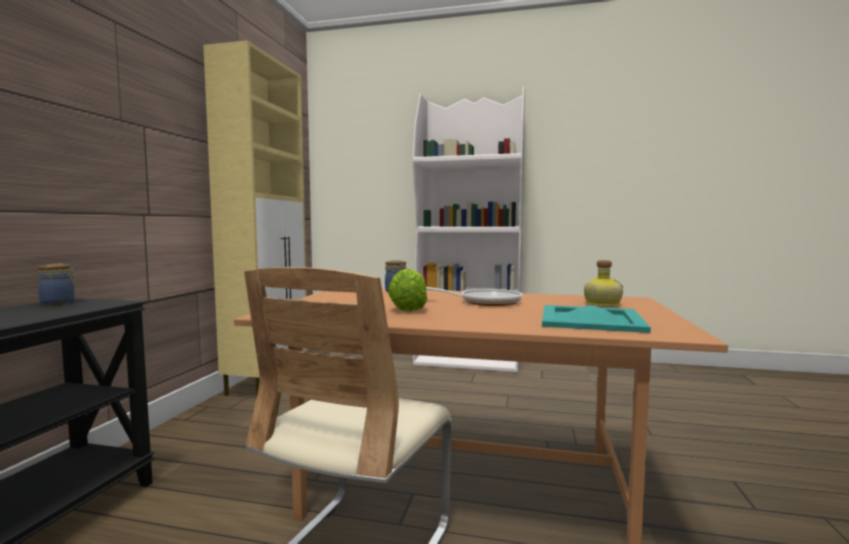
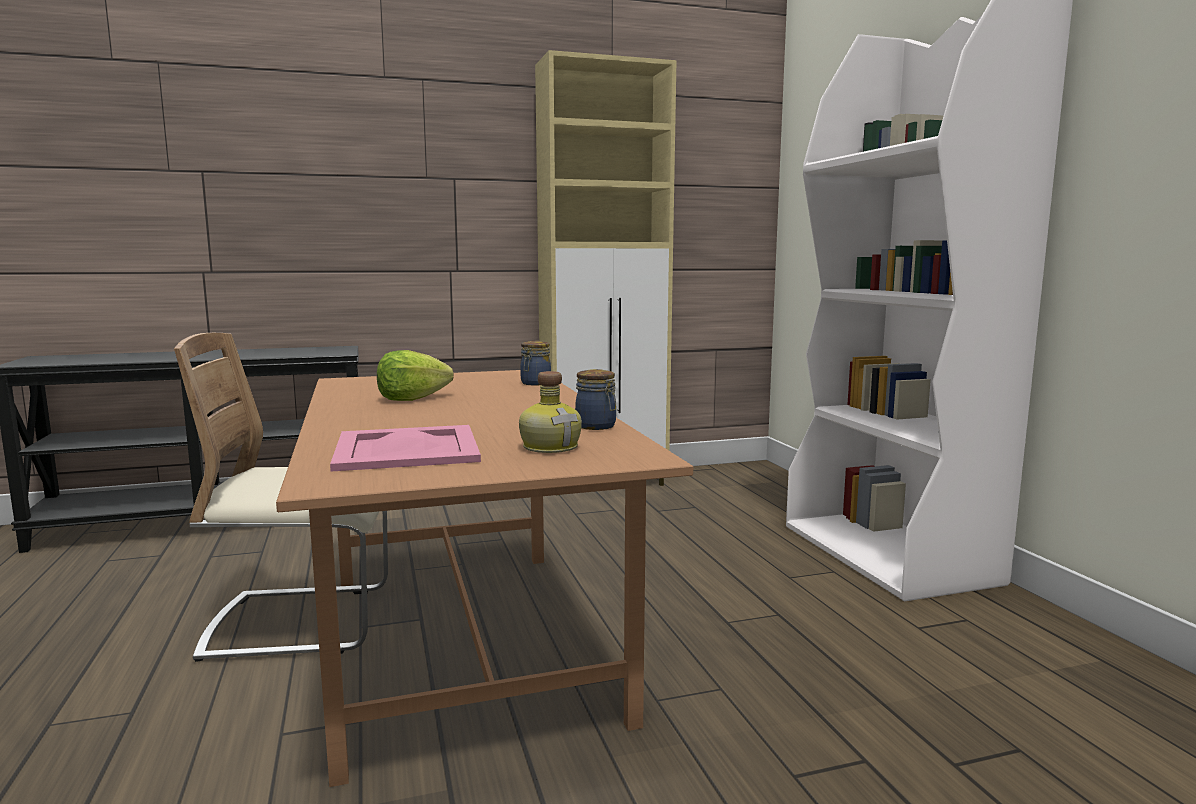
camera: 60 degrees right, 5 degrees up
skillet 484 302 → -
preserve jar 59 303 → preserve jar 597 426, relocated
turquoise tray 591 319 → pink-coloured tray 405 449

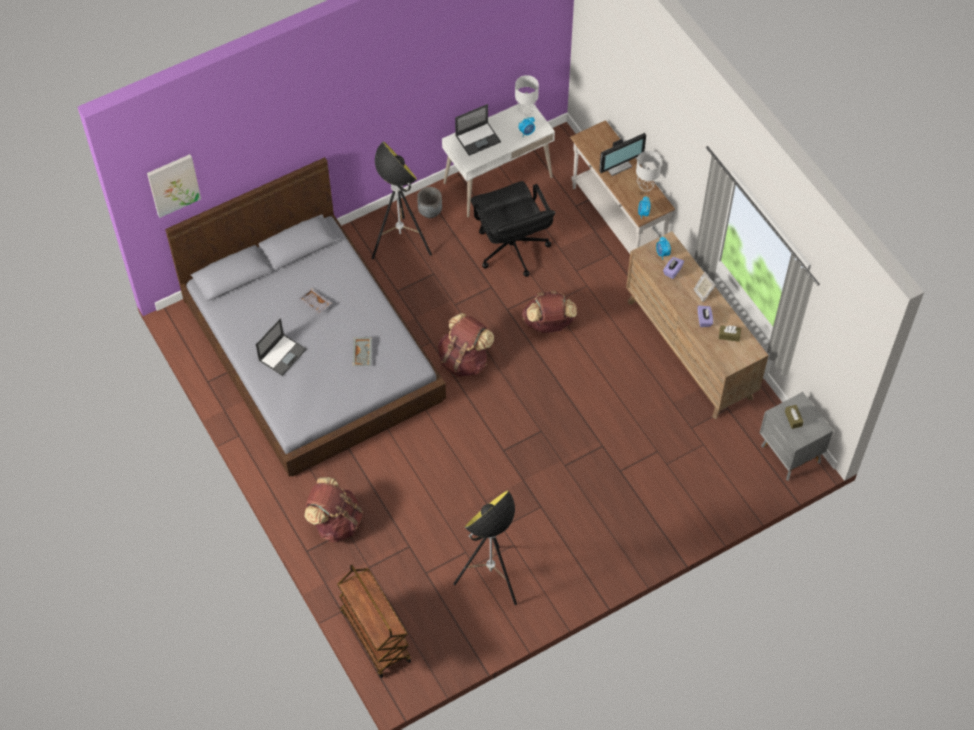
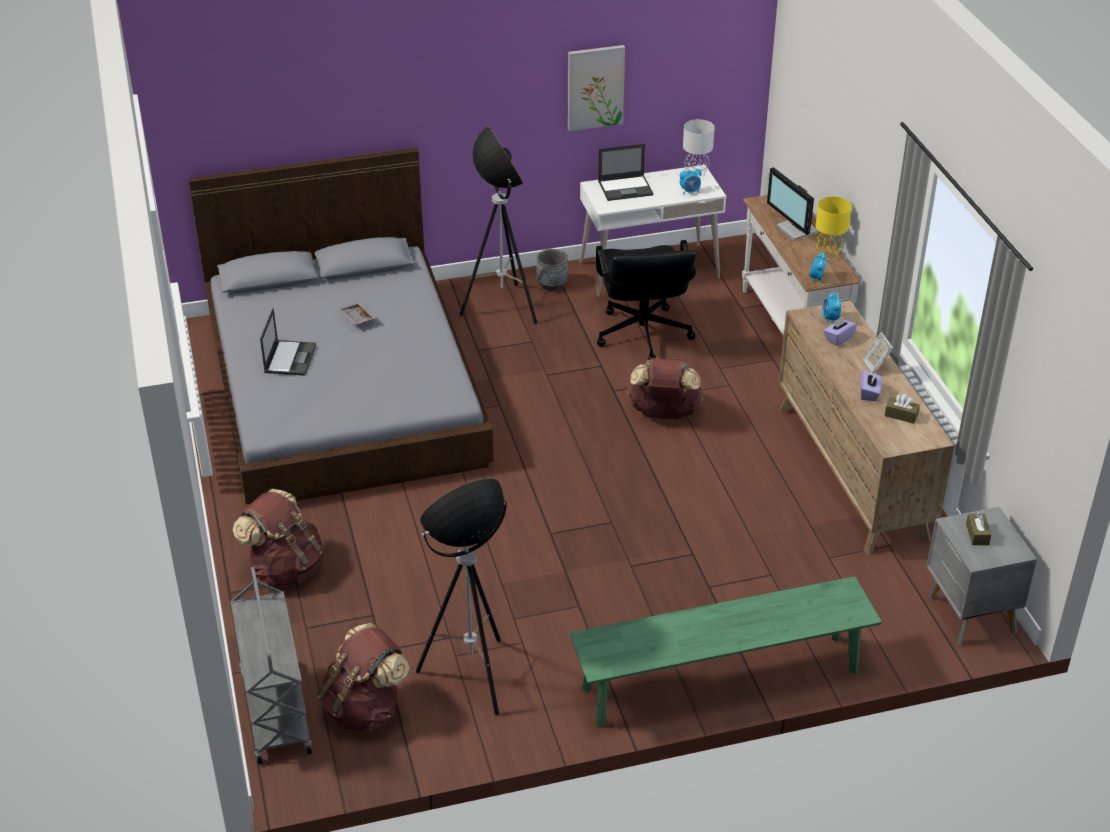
camera: 15 degrees right, 20 degrees down
gray tray 363 354 → -
- → green-coloured long seat 721 680
wall art 173 184 → wall art 595 87, relocated
brown-coloured knapsack 464 360 → brown-coloured knapsack 365 709, relocated
brown-coloured cart 375 636 → gray cart 275 710
gray tabletop lamp 646 187 → yellow tabletop lamp 828 255
portable computer 282 354 → portable computer 290 358, 45 degrees counterclockwise
monitor 617 164 → monitor 796 230, 75 degrees clockwise

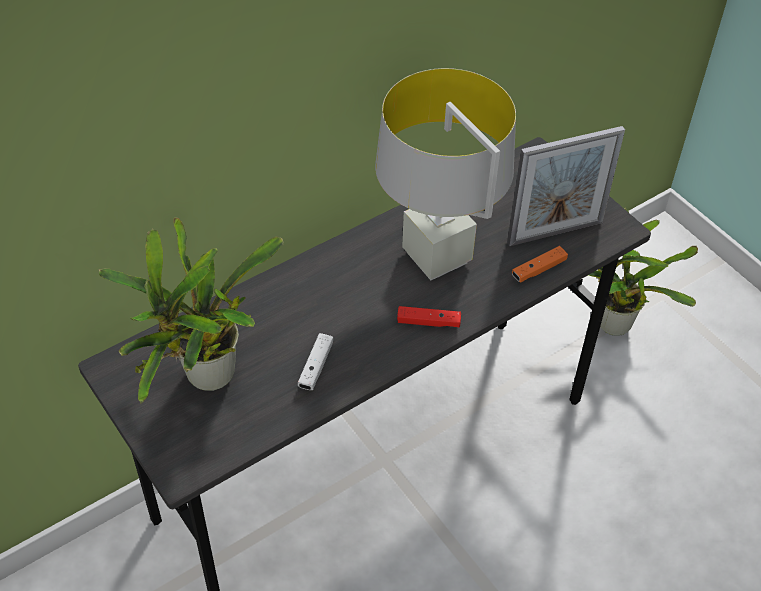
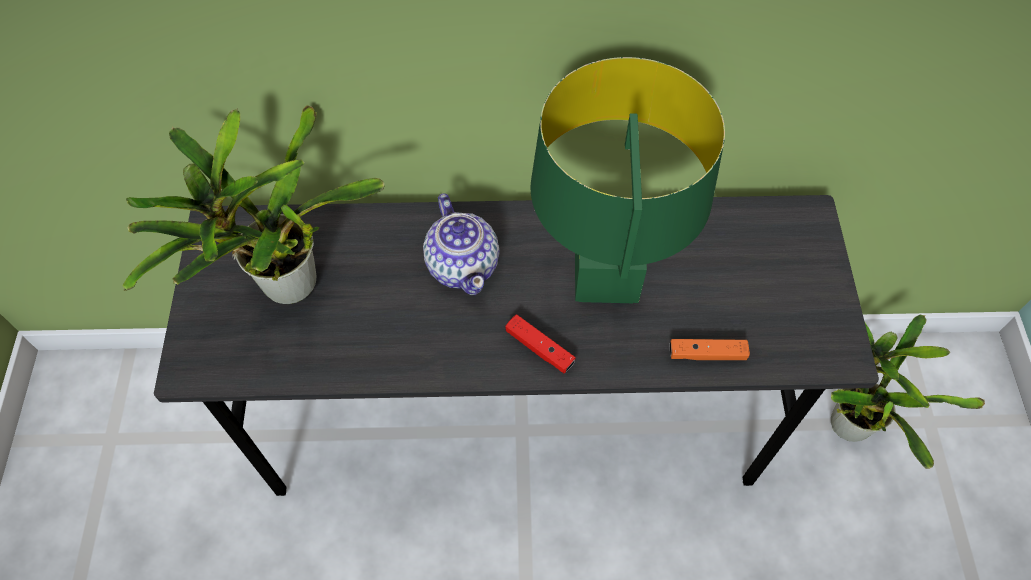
camera: 35 degrees right, 10 degrees up
white game controller 316 367 → -
picture frame 555 232 → -
- → tea pot 463 264
gray tabletop lamp 437 258 → green-coloured tabletop lamp 605 280

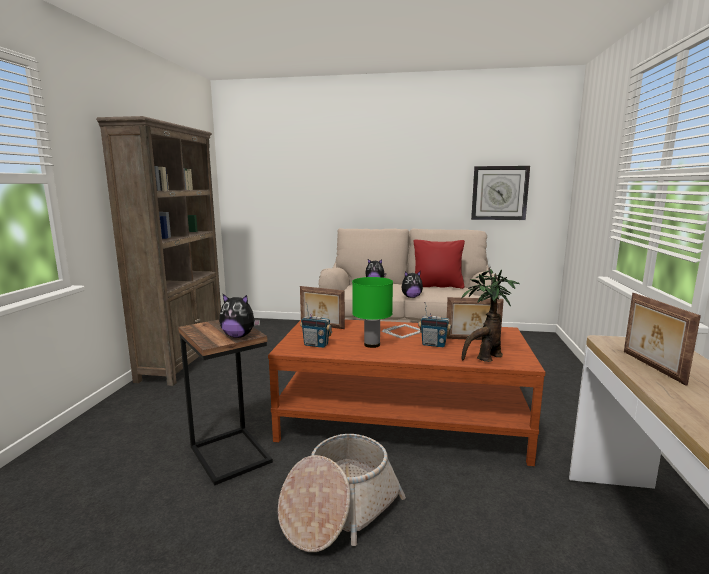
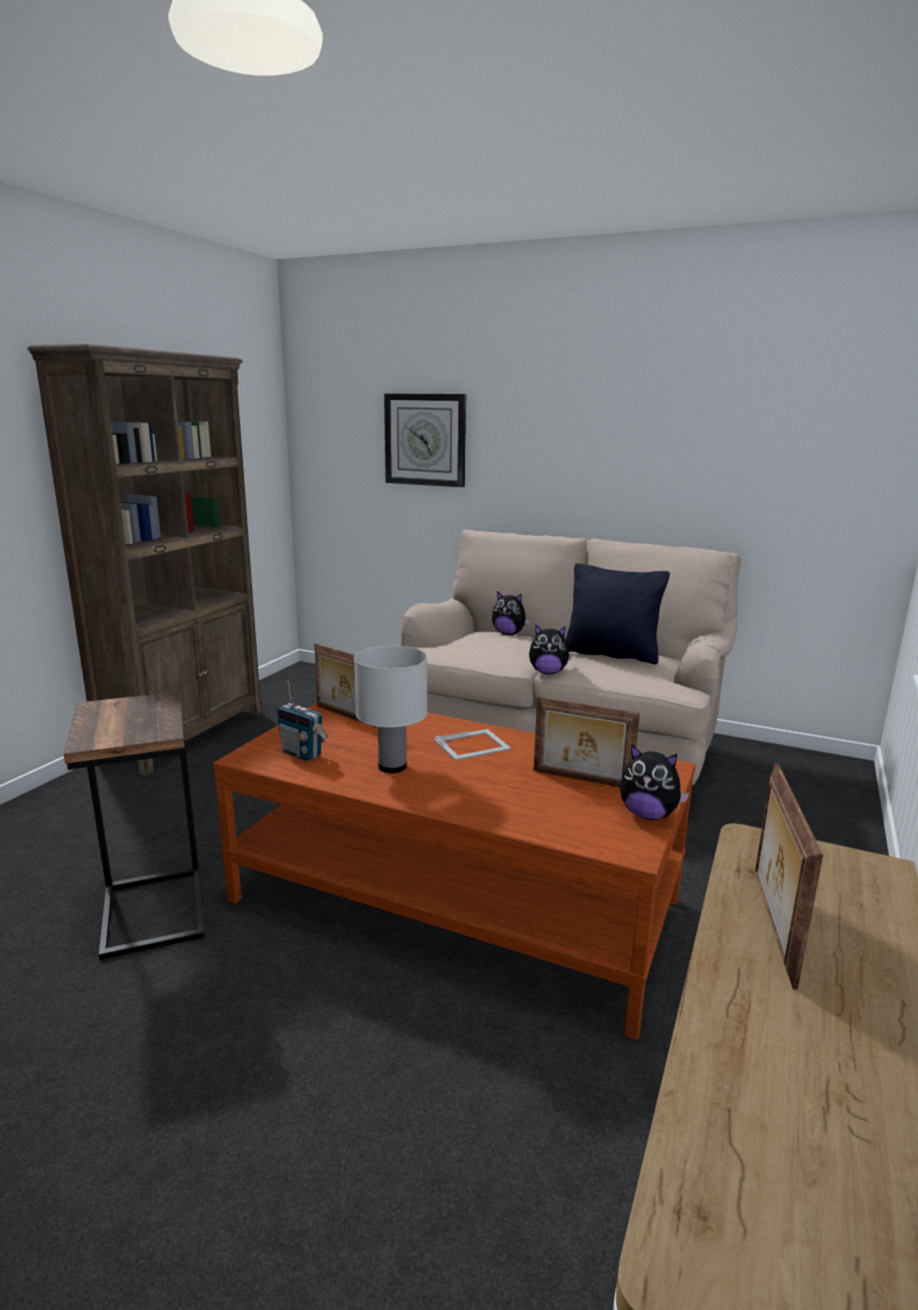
camera: 15 degrees right, 5 degrees up
household basket 339 510 → -
radio set 433 344 → -
potted plant 485 358 → -
soft toy 239 336 → soft toy 648 815, relocated
wall clock 499 193 → wall clock 425 440, relocated
green-coloured tabletop lamp 372 344 → white tabletop lamp 392 766
red-coloured throw pillow 437 286 → black throw pillow 611 654

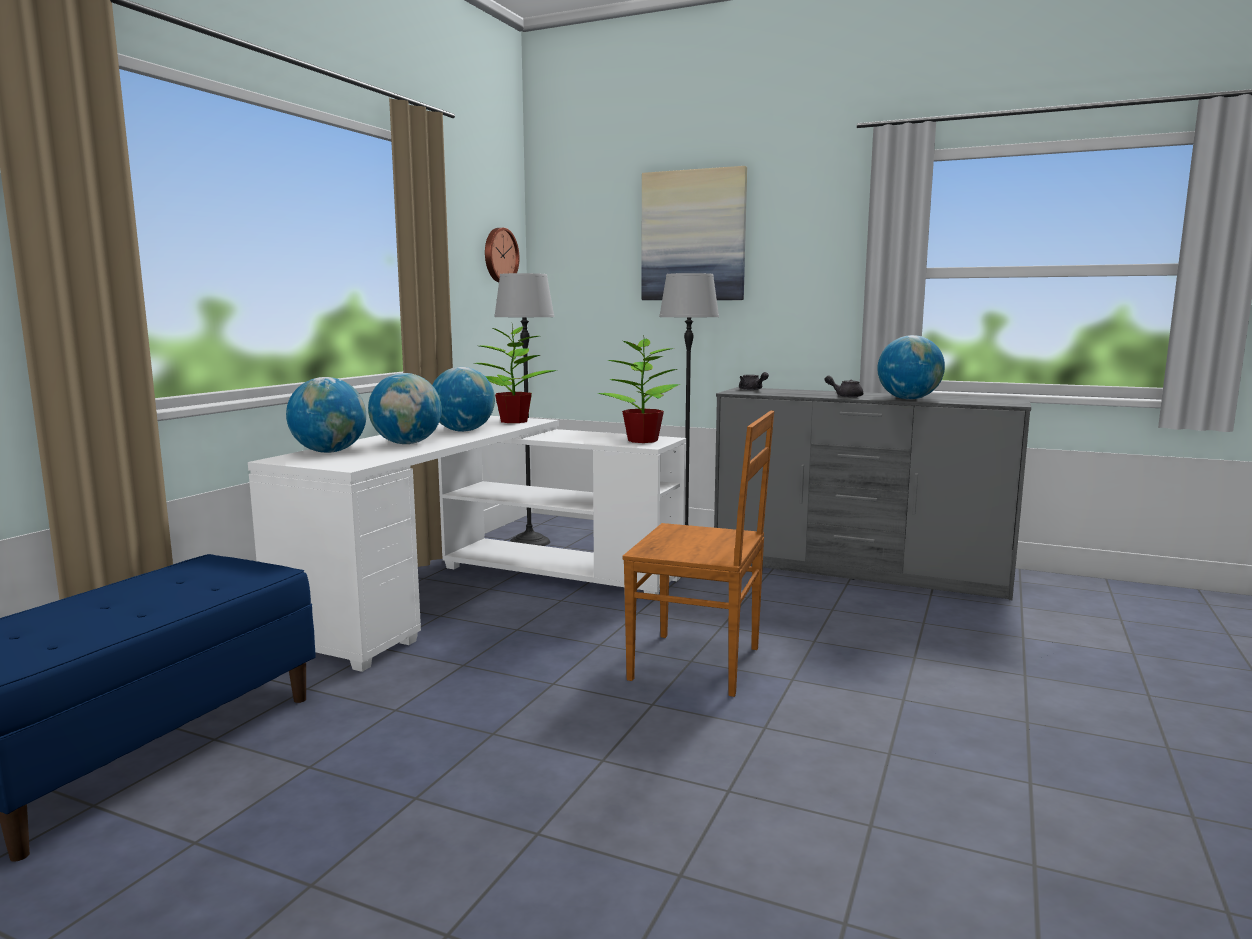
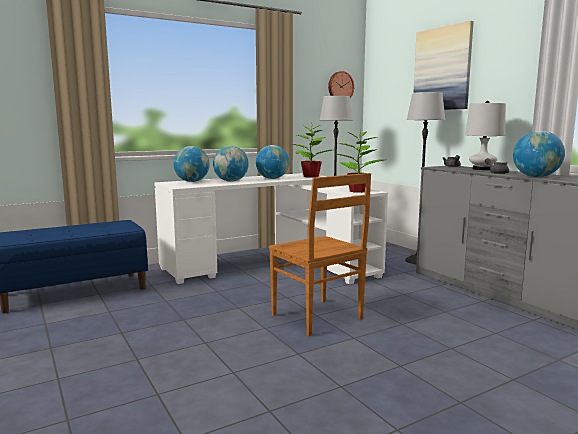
camera: 35 degrees right, 0 degrees up
- → white tabletop lamp 482 169

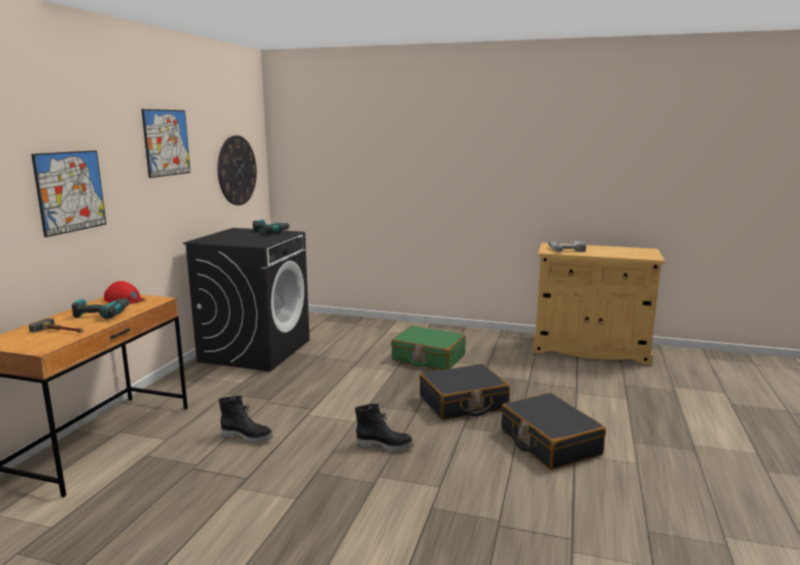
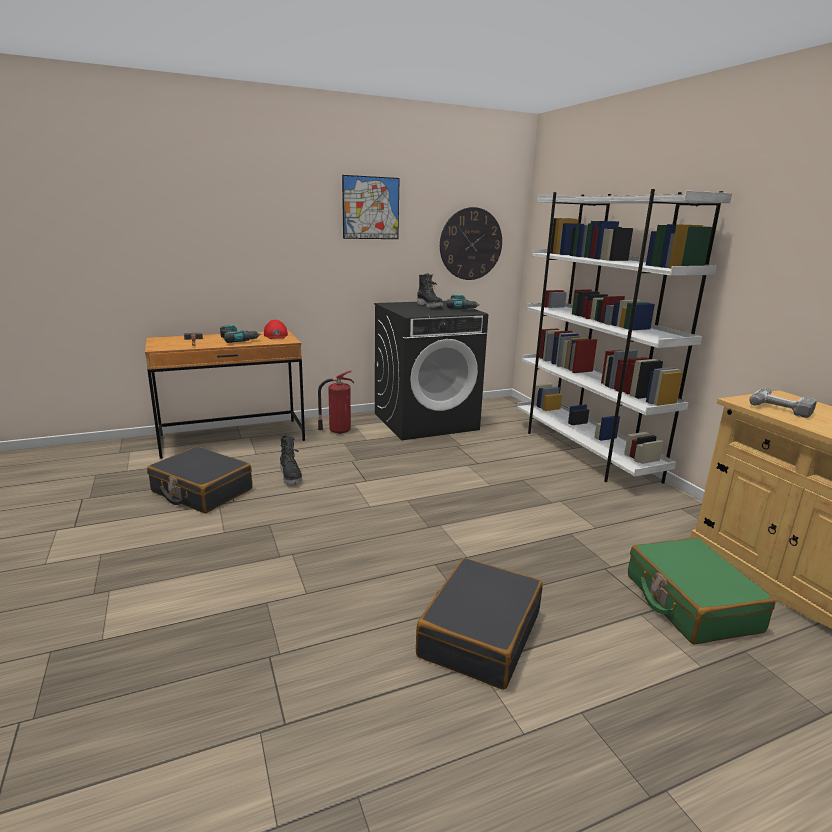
camera: 50 degrees right, 5 degrees up
wall art 70 191 → -
- → extinguisher 338 431
- → white shelving unit 584 452
black tall boot 384 445 → black tall boot 430 306, relocated
green-coloured piece of luggage 428 358 → green-coloured piece of luggage 690 602, relocated
black piece of luggage 463 403 → black piece of luggage 201 491, relocated

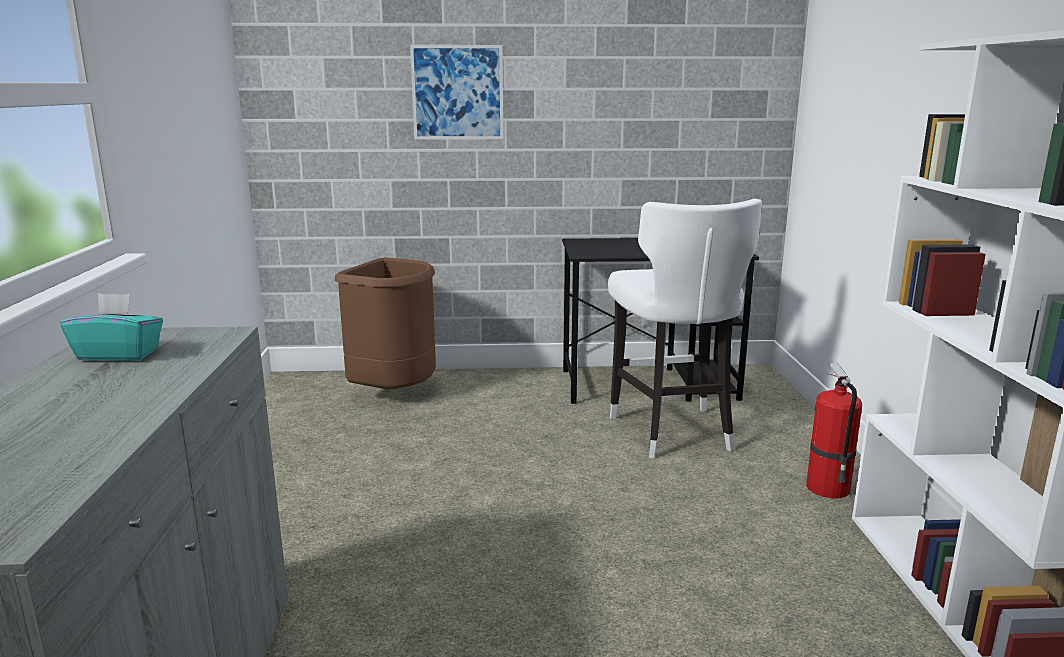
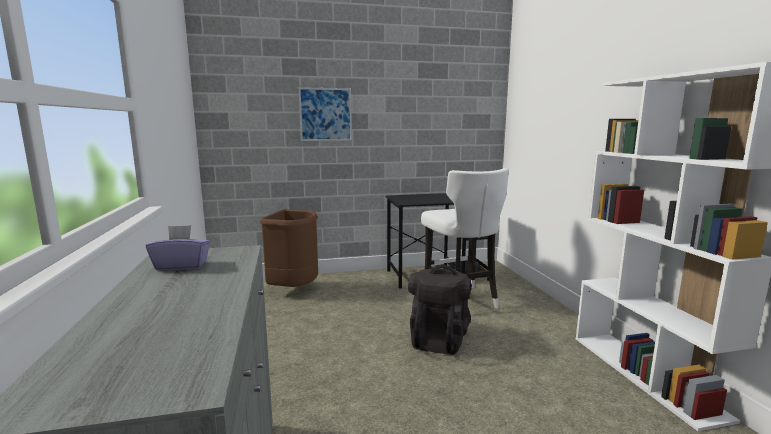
camera: 10 degrees left, 5 degrees down
extinguisher 829 489 → -
- → black knapsack 439 338
turquoise tissue box 119 354 → purple-coloured tissue box 182 265

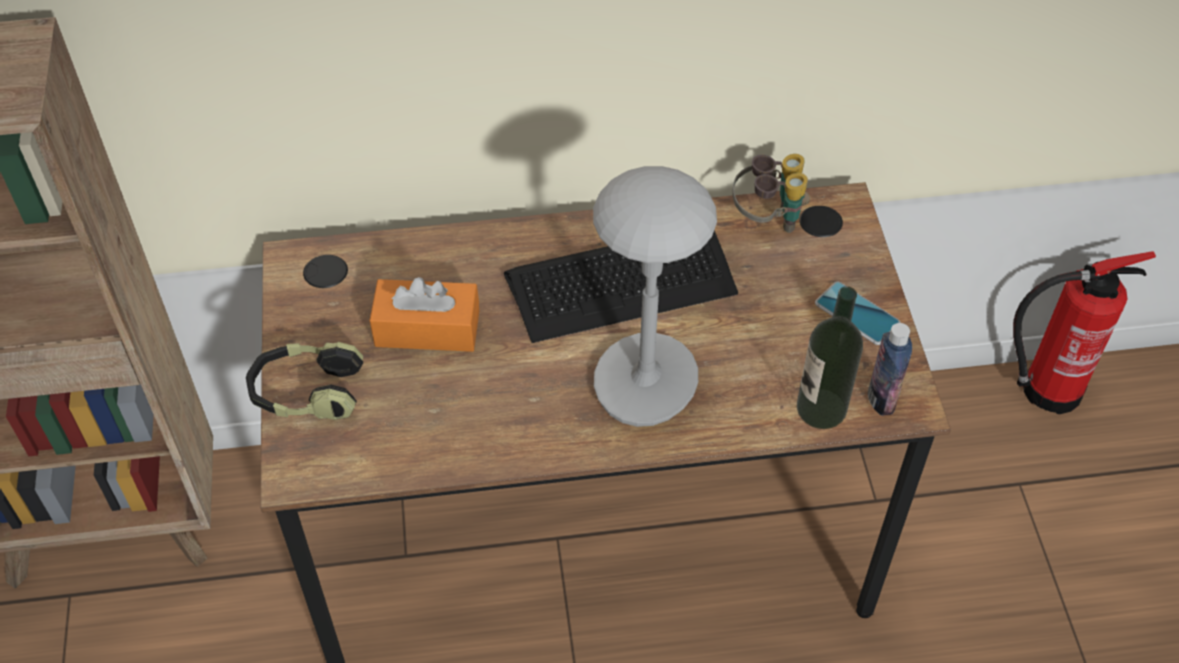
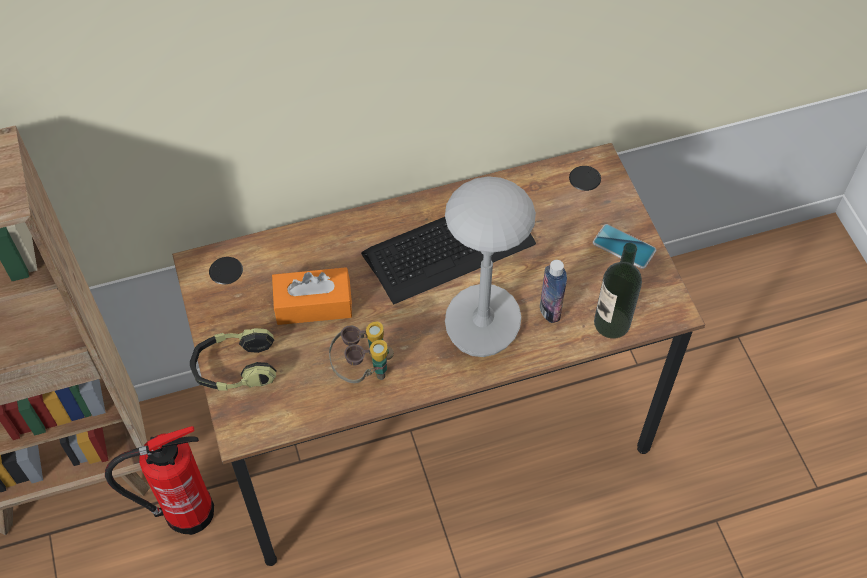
camera: 10 degrees left, 5 degrees up
field glasses 768 219 → field glasses 363 369, relocated
bottle 881 398 → bottle 550 310, relocated
extinguisher 1045 389 → extinguisher 184 512, relocated

